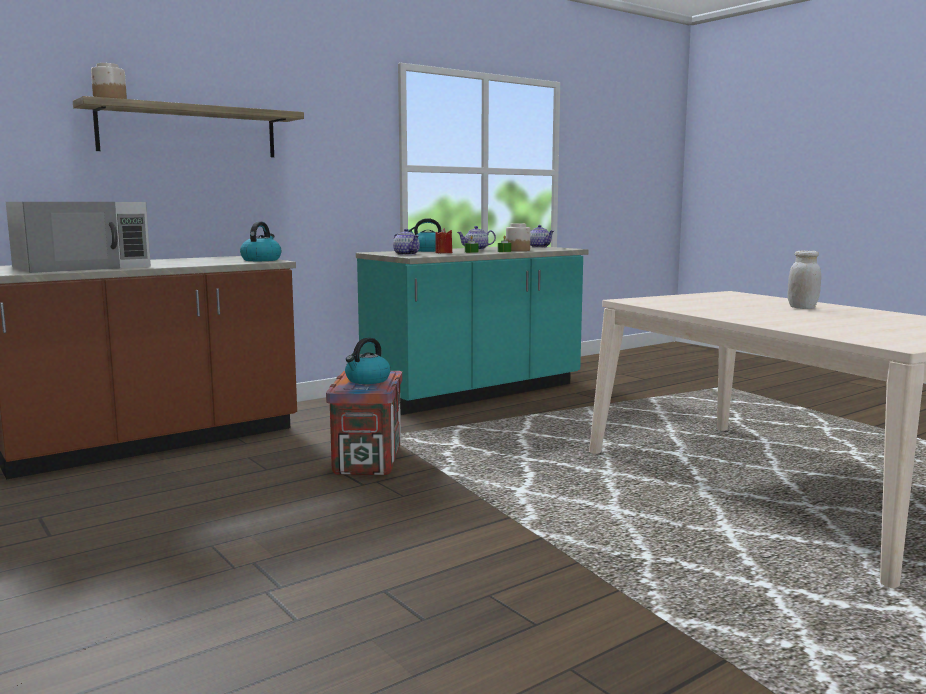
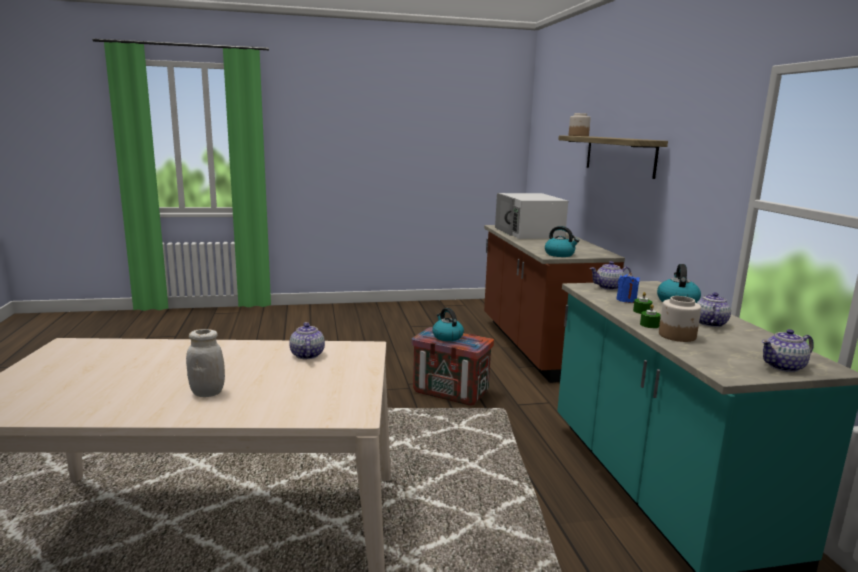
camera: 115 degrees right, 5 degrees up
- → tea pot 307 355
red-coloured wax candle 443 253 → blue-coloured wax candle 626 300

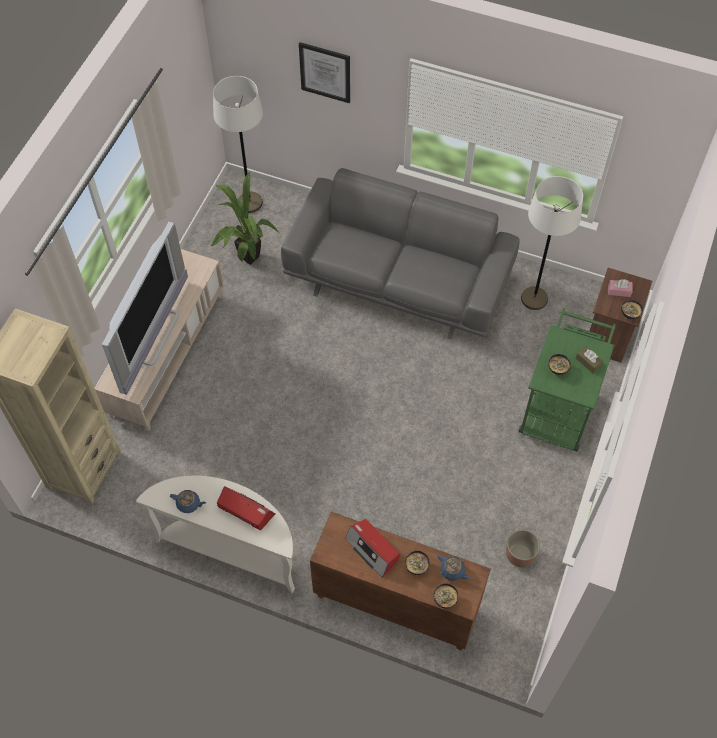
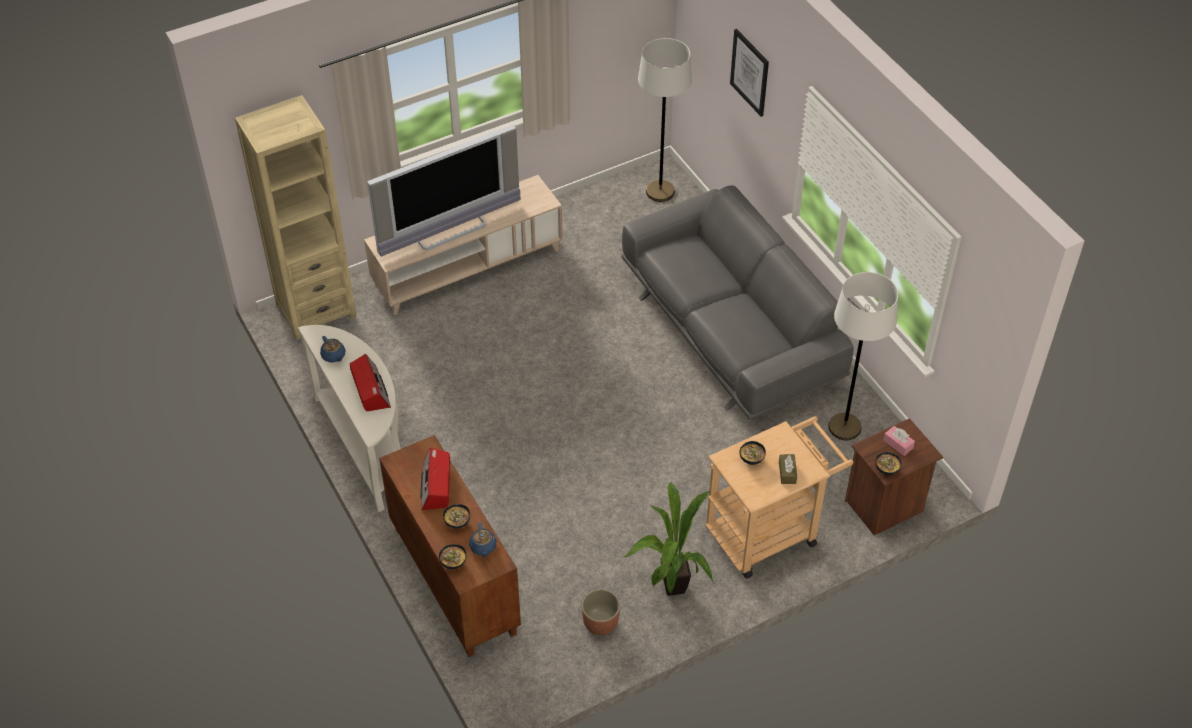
camera: 40 degrees right, 10 degrees down
potted plant 247 260 → potted plant 669 588, relocated
green-coloured cart 559 407 → beige-coloured cart 769 531

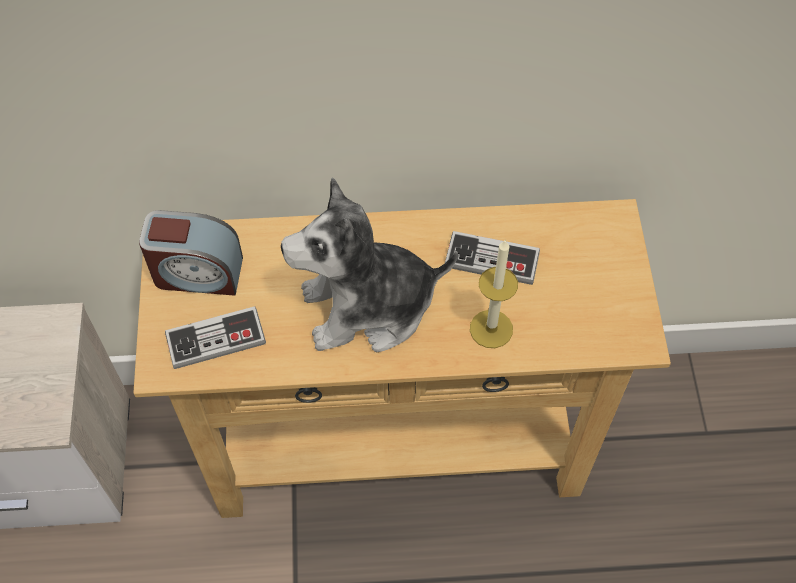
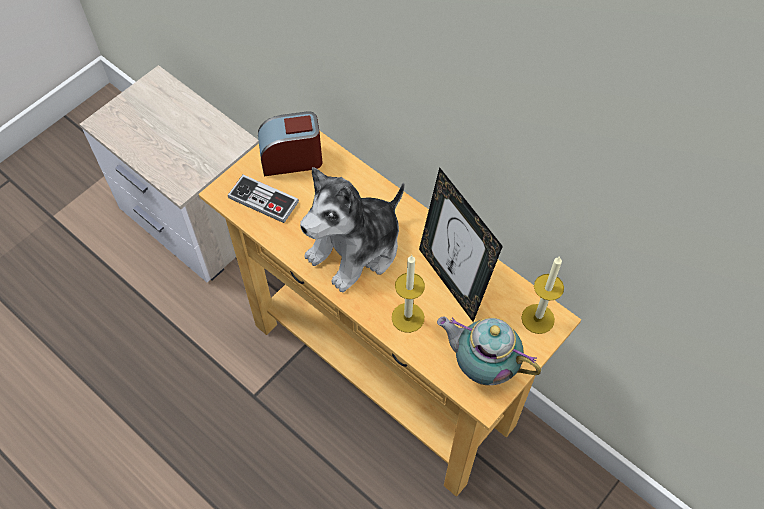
camera: 45 degrees right, 0 degrees up
- → tea pot 482 366
- → wax candle 538 318
game controller 491 260 → picture frame 452 281
table clock 197 273 → table clock 291 159, 120 degrees clockwise
soft toy 368 307 → soft toy 356 249, 75 degrees counterclockwise

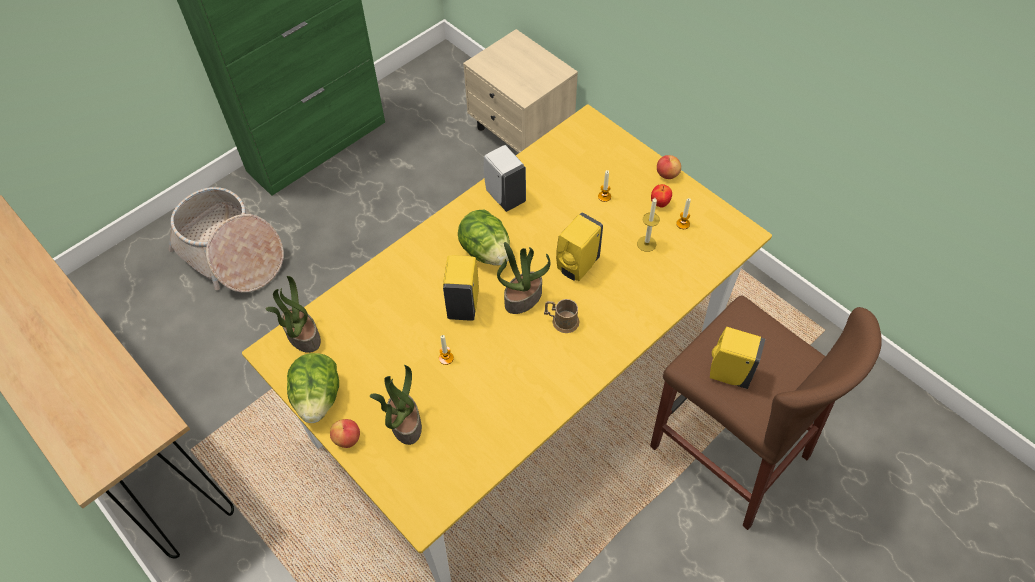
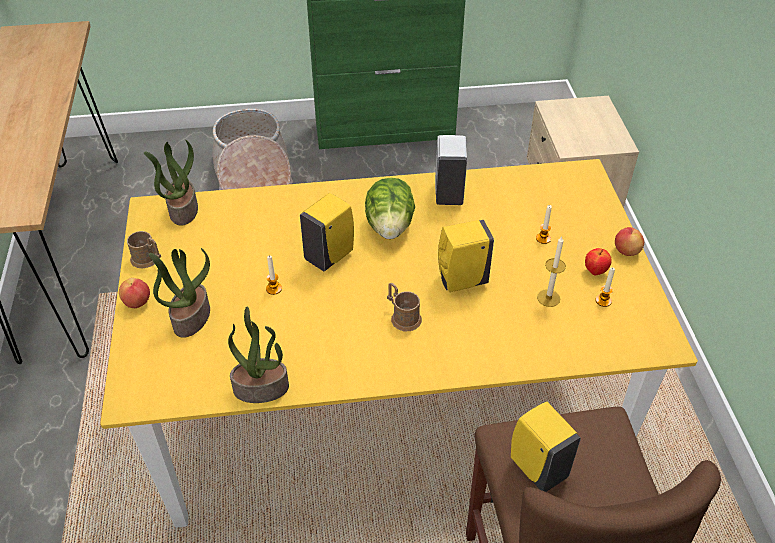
camera: 35 degrees right, 10 degrees down
potted plant 523 298 → potted plant 262 388, relocated
lettuce head 318 397 → brown-coloured tea mug 148 259

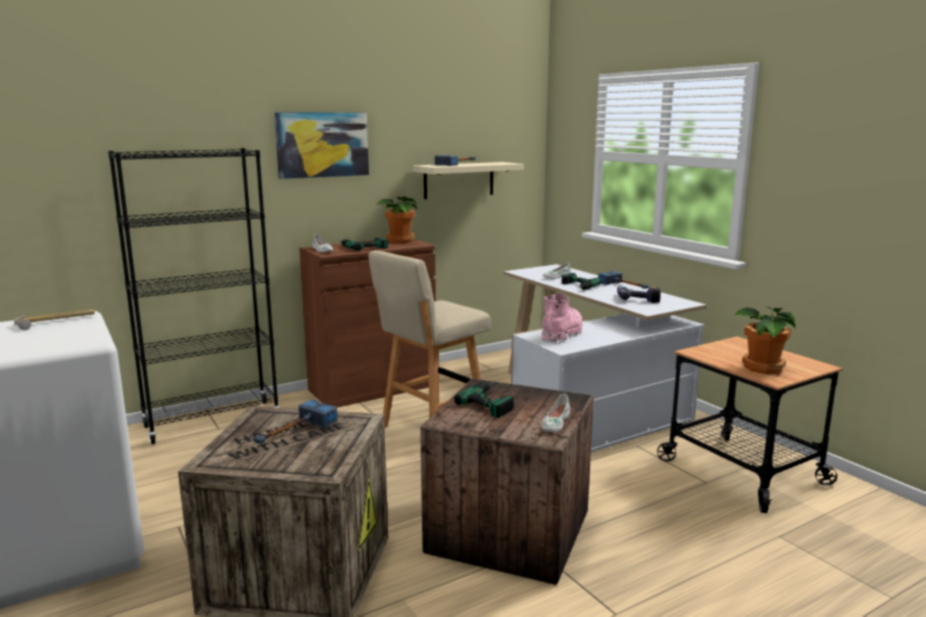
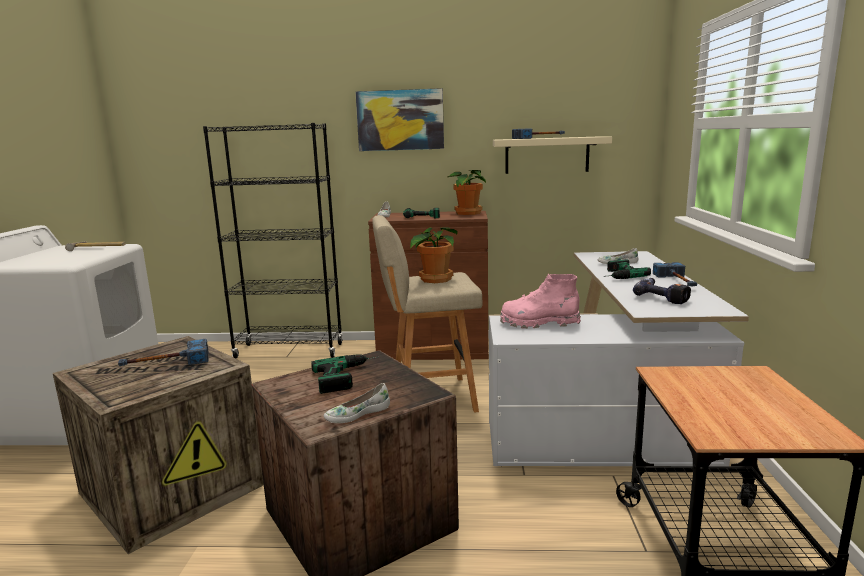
camera: 35 degrees right, 0 degrees up
potted plant 762 368 → potted plant 434 279, relocated
pink-coloured tall boot 562 334 → pink-coloured tall boot 539 323, 150 degrees counterclockwise

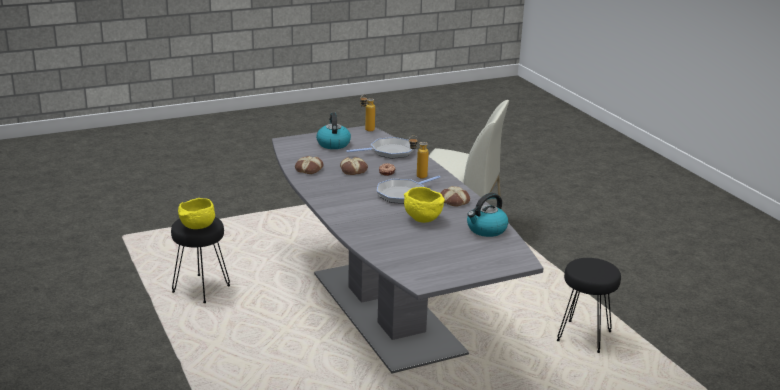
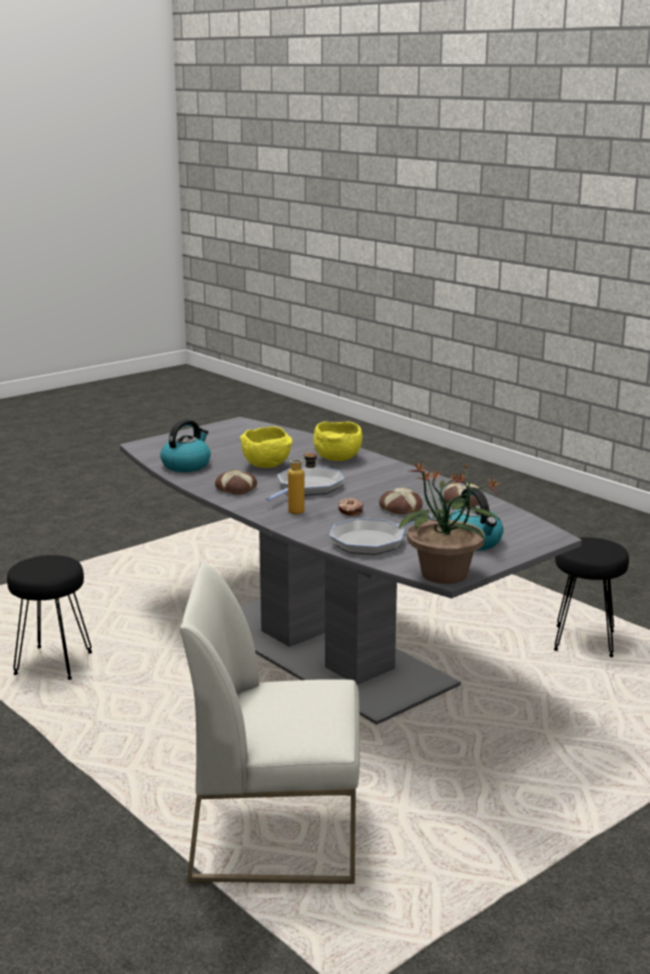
camera: 165 degrees right, 5 degrees down
yellow serving bowl 197 227 → yellow serving bowl 337 458, relocated
bottle 366 131 → potted plant 445 575

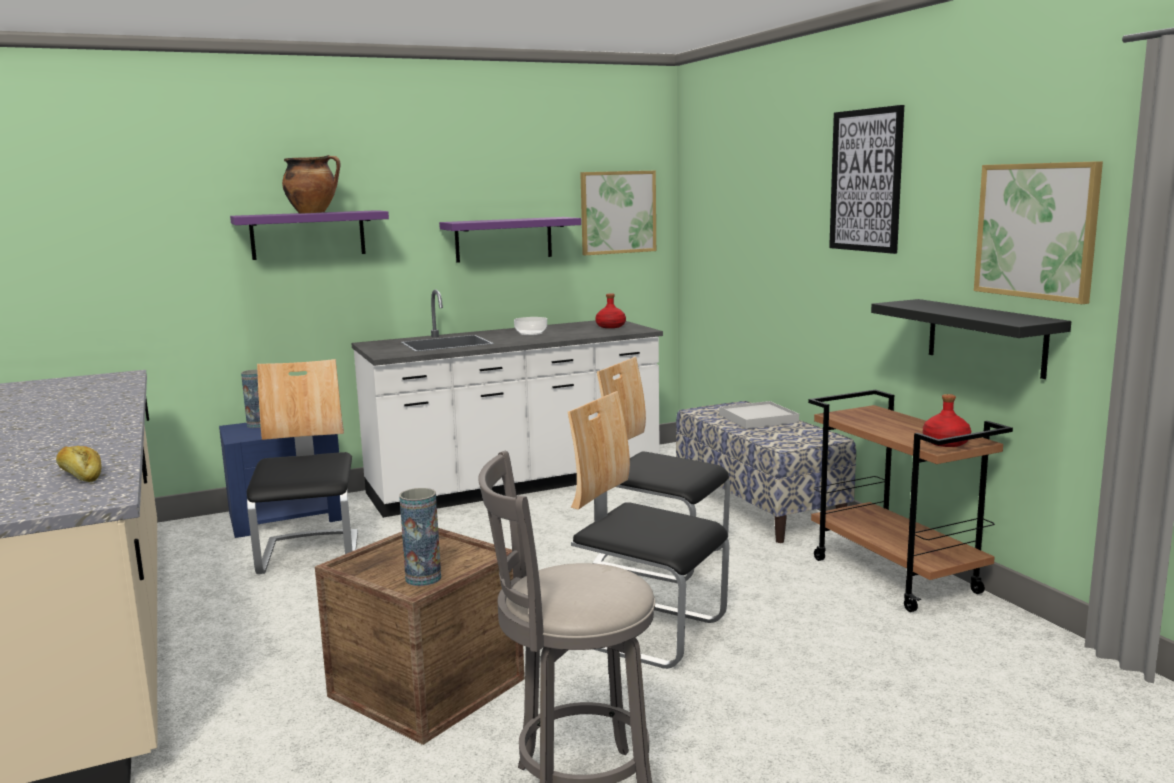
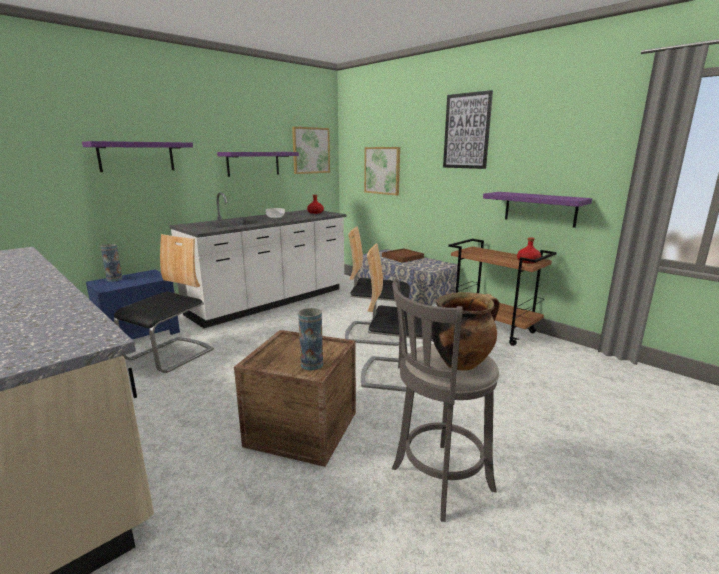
camera: 20 degrees left, 5 degrees up
baked bread 81 475 → -
stockpot 313 213 → stockpot 461 362, relocated
wall art 1036 230 → wall art 382 170, relocated
white tray 758 418 → brown-coloured tray 402 257
black wall shelf 986 337 → purple-coloured wall shelf 540 209
chair 311 553 → chair 170 355, 60 degrees clockwise

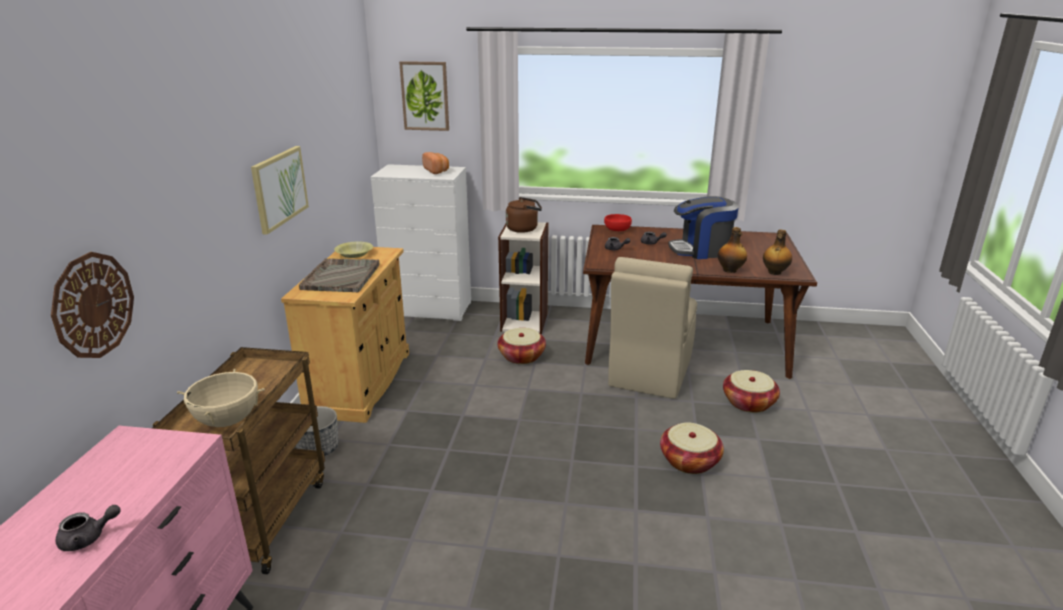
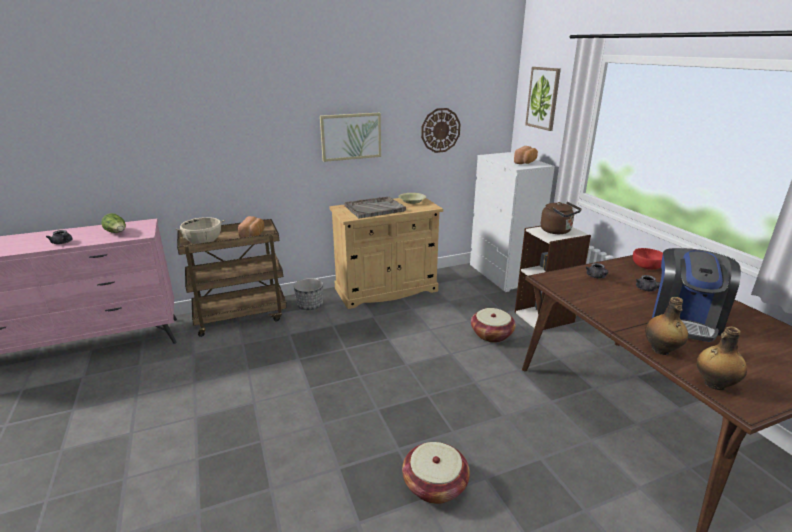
camera: 60 degrees right, 0 degrees up
beige-coloured chair 649 373 → -
household basket 748 403 → -
- → lettuce head 117 232
- → baked bread 253 235
wall clock 93 305 → wall clock 440 130, relocated
coffee maker 701 250 → coffee maker 685 320, 120 degrees counterclockwise

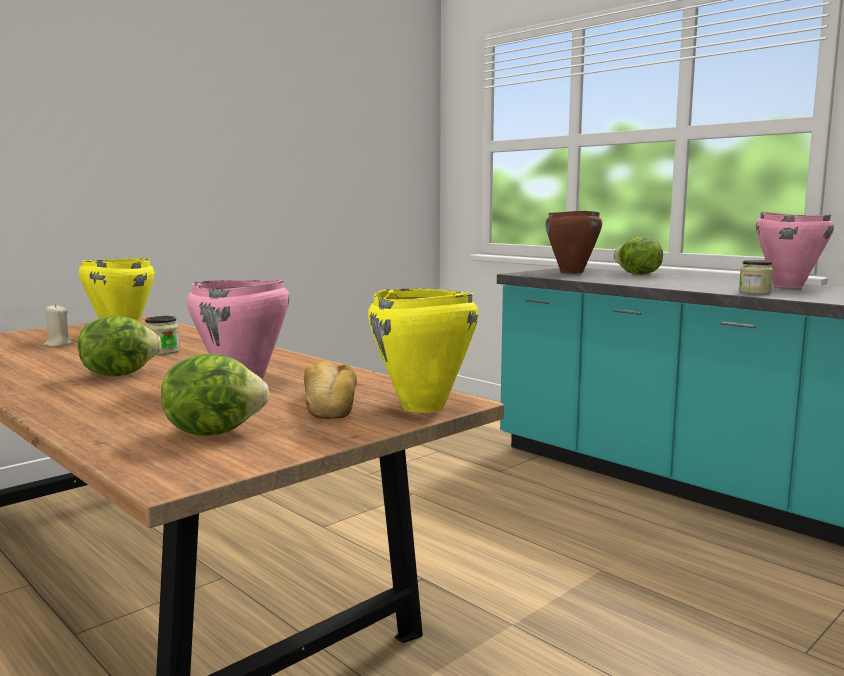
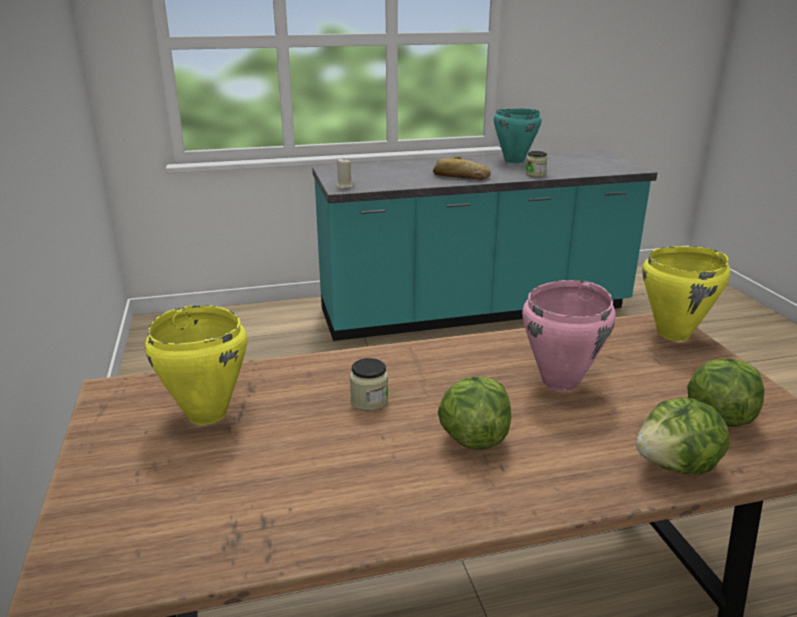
camera: 60 degrees left, 15 degrees up
brown-coloured stockpot 571 272 → -
beige-coloured wax candle 58 344 → beige-coloured wax candle 344 186, relocated
baked bread 329 404 → baked bread 460 176, relocated
lettuce head 637 274 → lettuce head 677 466, relocated
pink-coloured stockpot 787 286 → turquoise stockpot 513 161

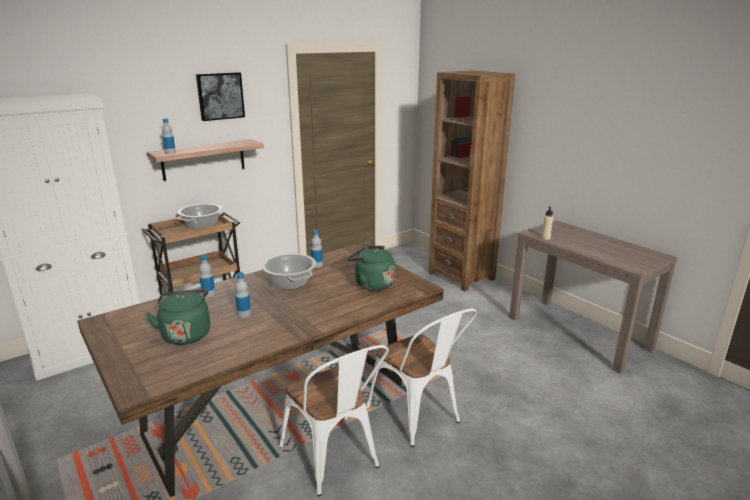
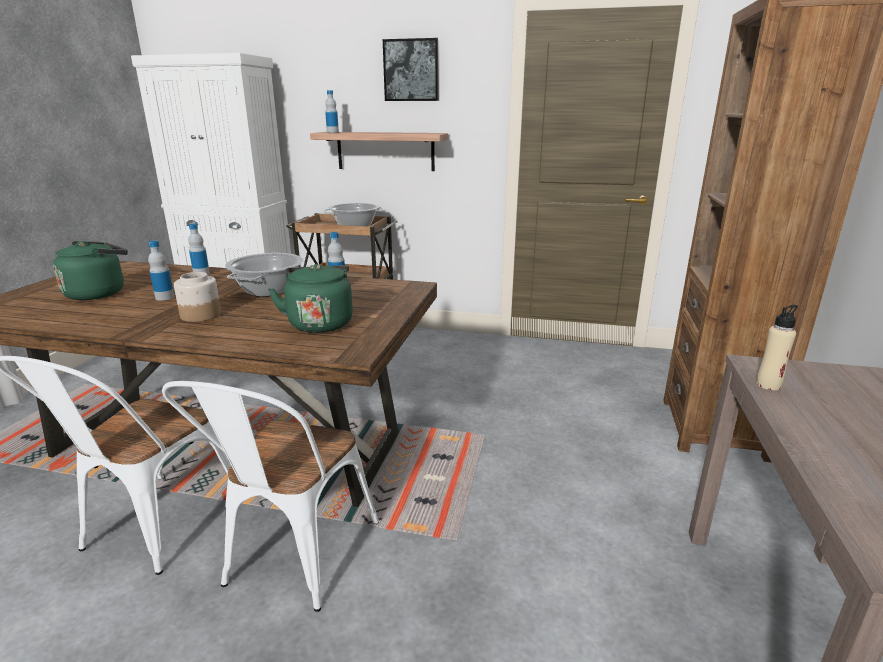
camera: 50 degrees right, 0 degrees up
- → preserve jar 200 315

